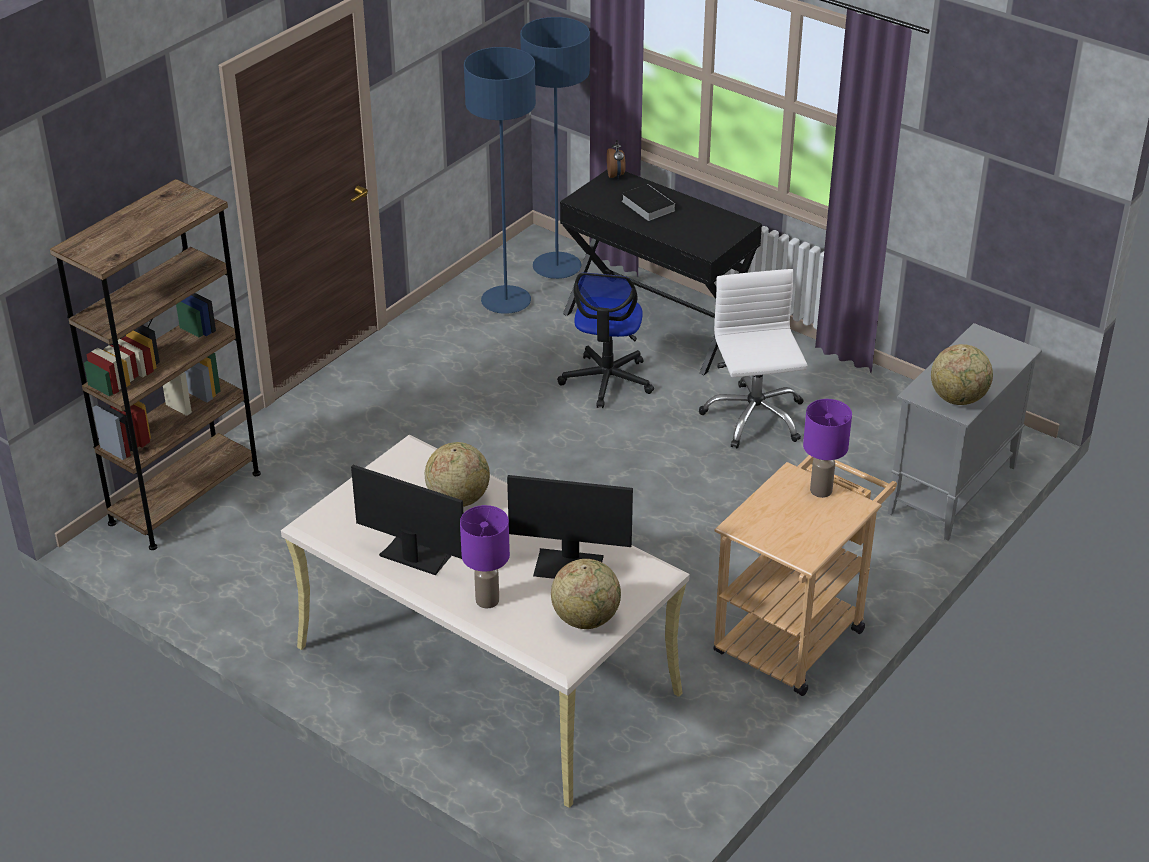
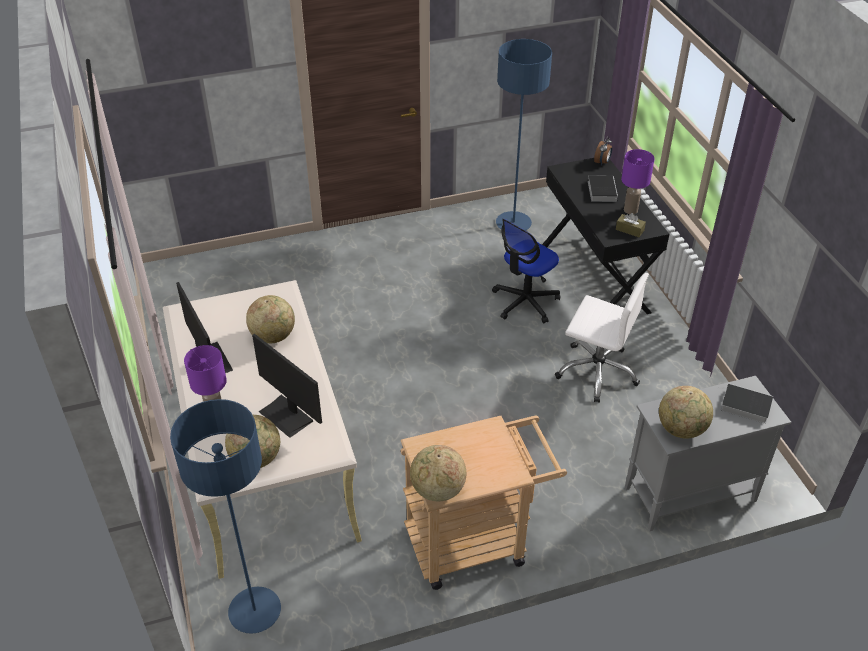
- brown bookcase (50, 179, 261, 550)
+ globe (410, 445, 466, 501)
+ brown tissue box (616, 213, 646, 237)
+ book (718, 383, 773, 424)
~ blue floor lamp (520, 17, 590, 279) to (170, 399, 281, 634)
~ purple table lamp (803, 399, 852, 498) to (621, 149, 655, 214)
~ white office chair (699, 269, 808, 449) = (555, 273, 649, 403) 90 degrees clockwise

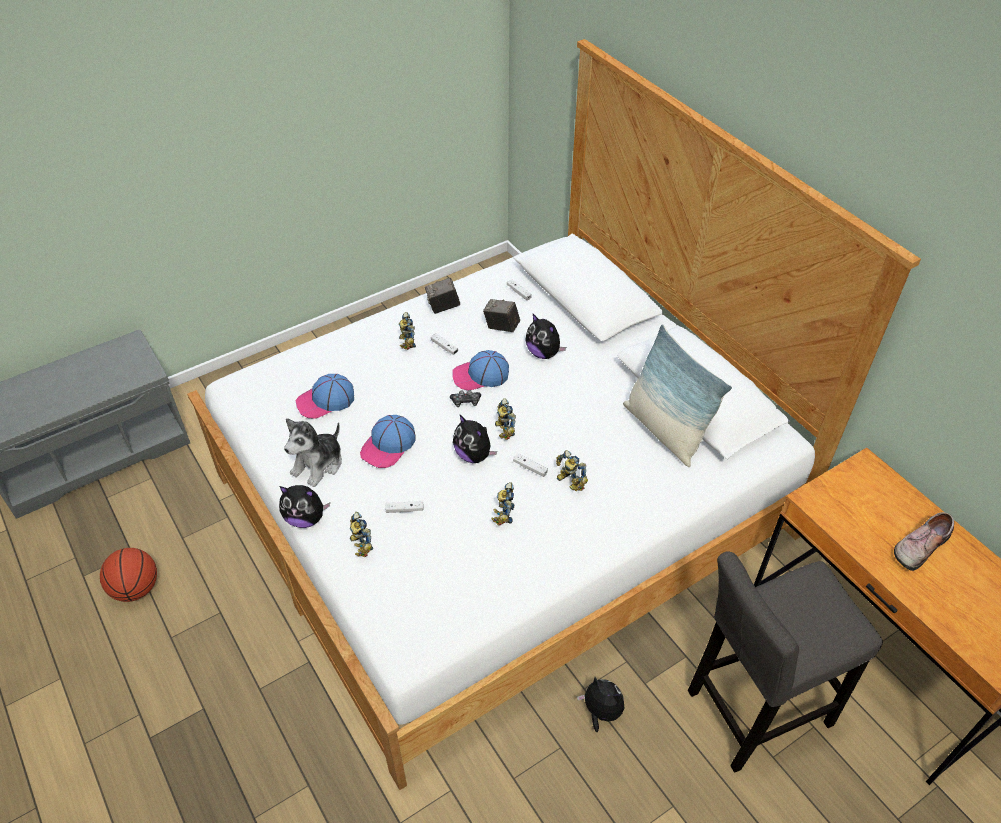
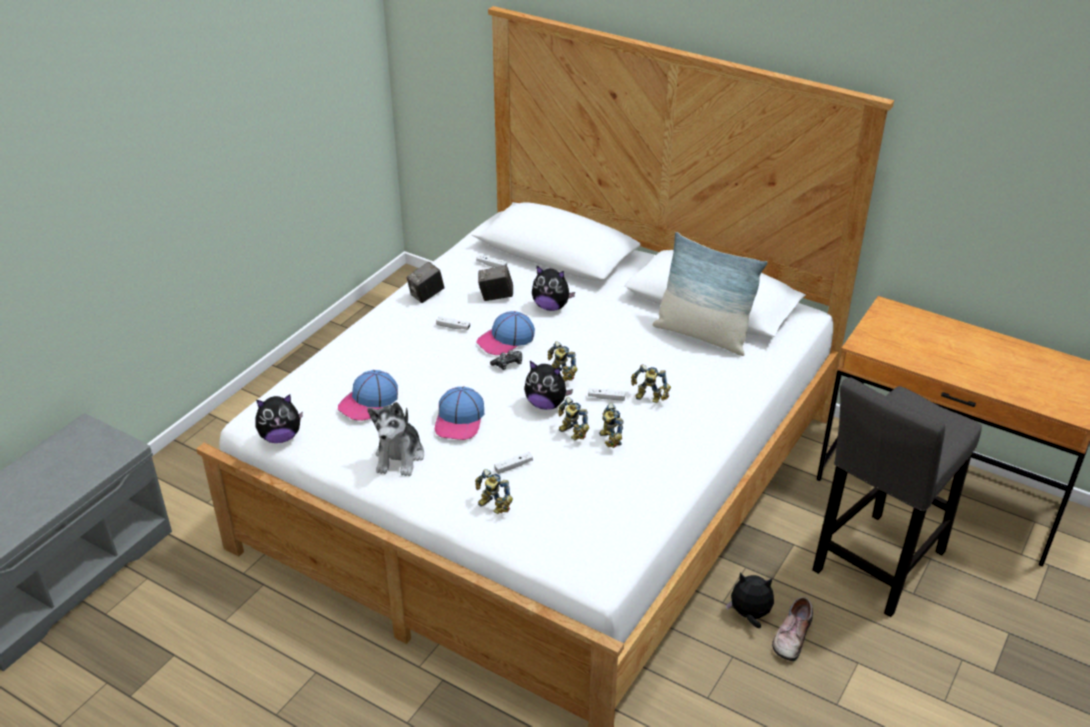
- basketball (100, 548, 157, 602)
~ plush toy (279, 485, 330, 528) to (255, 395, 303, 443)
~ toy robot (399, 312, 416, 350) to (558, 397, 589, 440)
~ shoe (894, 512, 954, 571) to (772, 597, 813, 661)

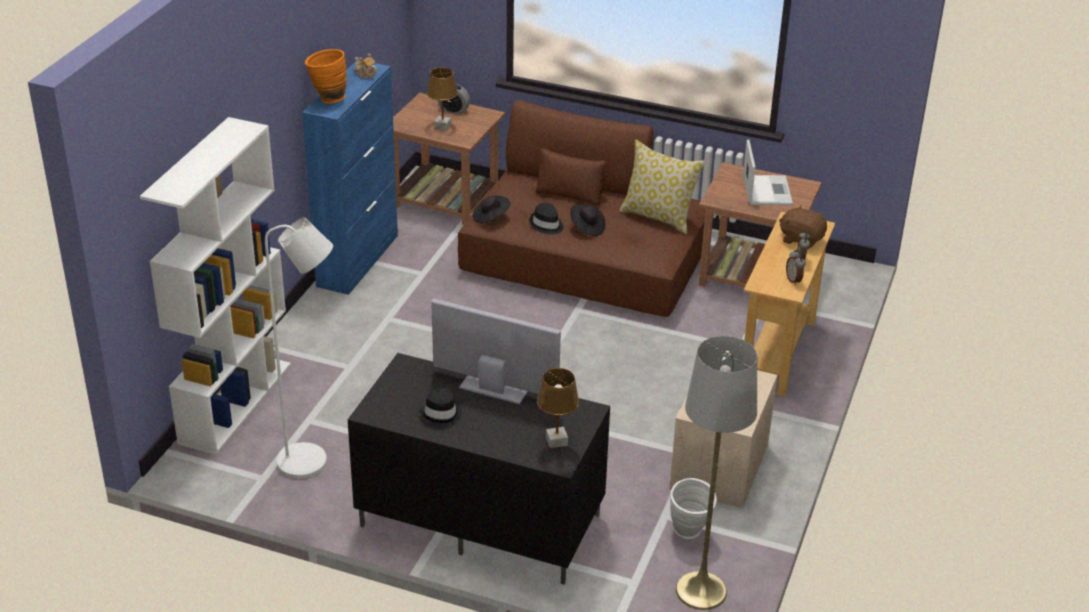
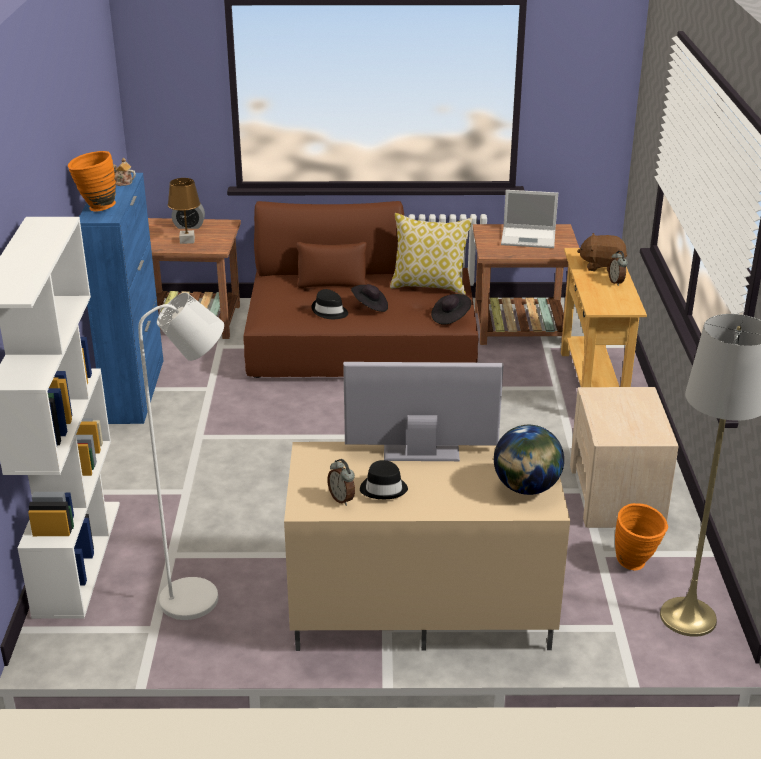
~ black hat (473, 196, 510, 224) to (431, 294, 472, 325)
~ alarm clock (786, 250, 805, 285) to (327, 459, 355, 506)
~ brown table lamp (537, 368, 579, 448) to globe (494, 425, 564, 495)
~ black tv stand (348, 353, 610, 584) to beige tv stand (284, 442, 570, 651)
~ white vase (670, 478, 717, 539) to orange vase (615, 503, 668, 571)
~ laptop (743, 139, 793, 206) = (501, 190, 558, 248) 120 degrees clockwise

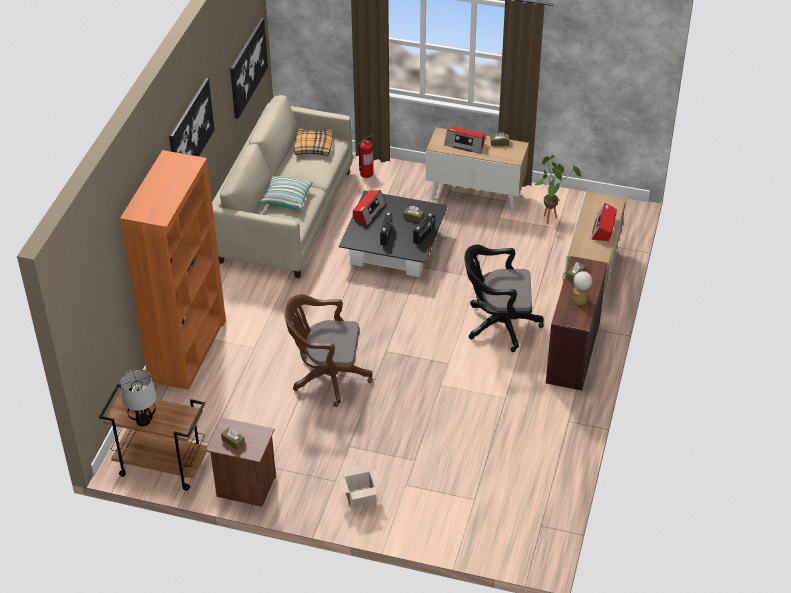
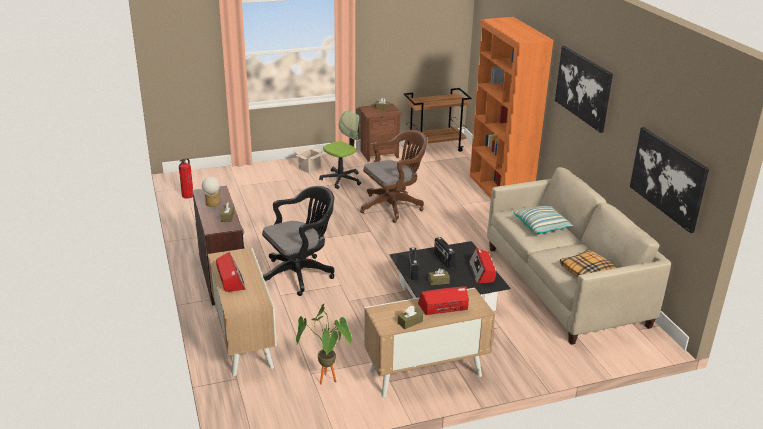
- table lamp (121, 369, 156, 426)
+ office chair (319, 110, 361, 189)
~ fire extinguisher (358, 134, 373, 178) to (179, 158, 193, 199)

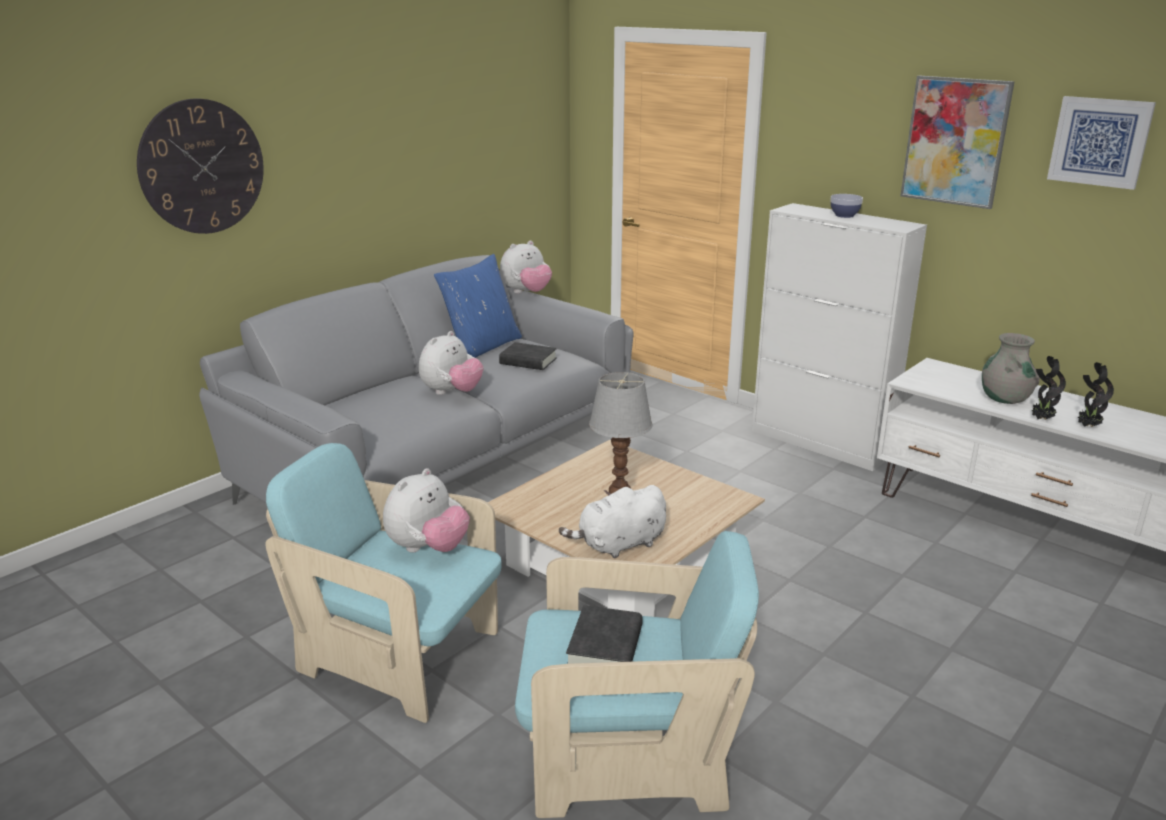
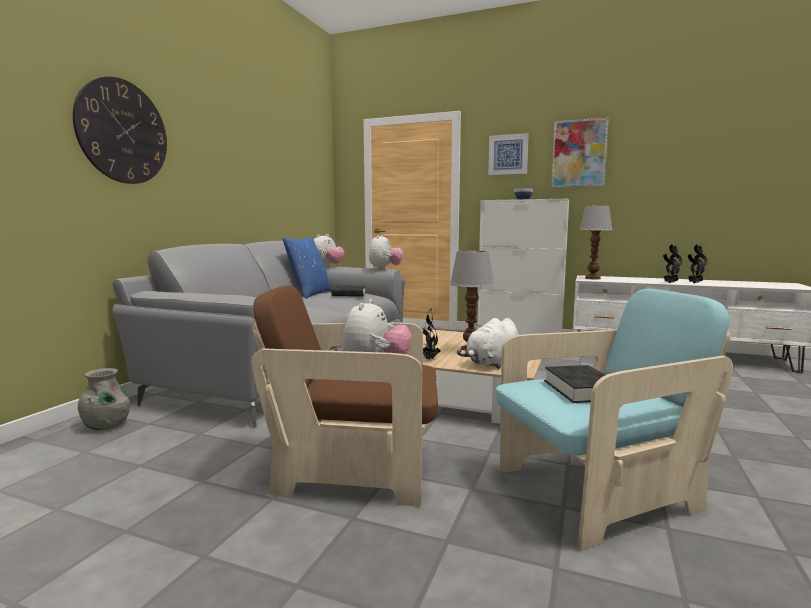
+ potted plant (423, 308, 441, 359)
+ table lamp (579, 206, 613, 279)
~ plush toy (419, 331, 483, 395) to (369, 235, 403, 269)
~ grey vase (982, 333, 1040, 404) to (78, 368, 131, 430)
~ picture (1047, 96, 1156, 190) to (488, 133, 529, 175)
~ turquoise armchair (265, 443, 502, 723) to brown armchair (252, 285, 438, 506)

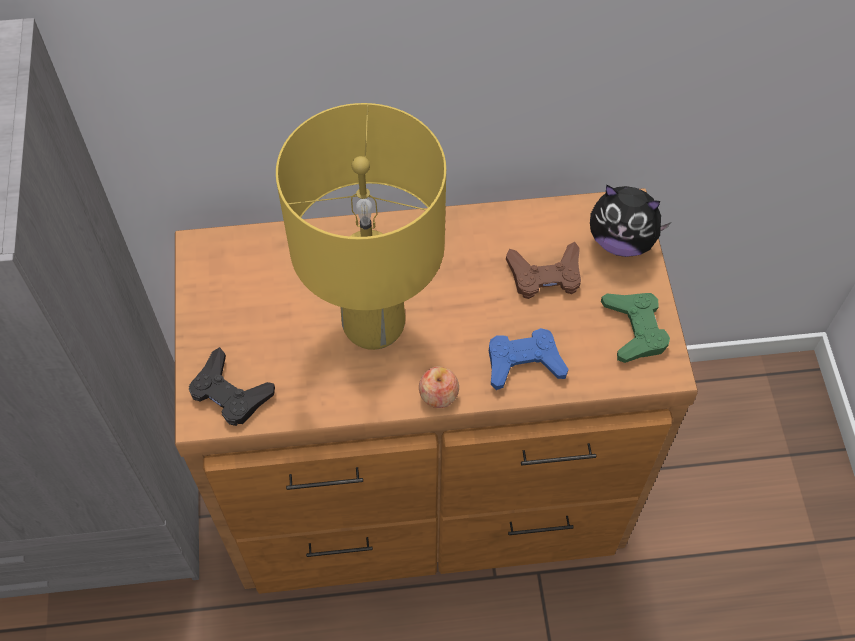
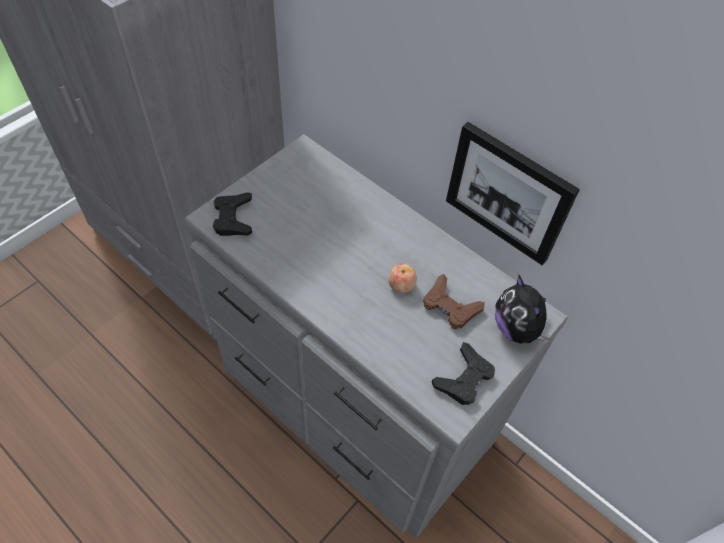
- yellow table lamp (276, 103, 446, 350)
- blue game controller (489, 328, 568, 390)
+ picture (446, 122, 580, 265)
~ apple (419, 366, 459, 408) to (388, 264, 417, 293)
~ brown dresser (175, 188, 698, 594) to grey dresser (185, 134, 568, 538)
~ green game controller (601, 293, 670, 363) to black game controller (432, 342, 495, 405)

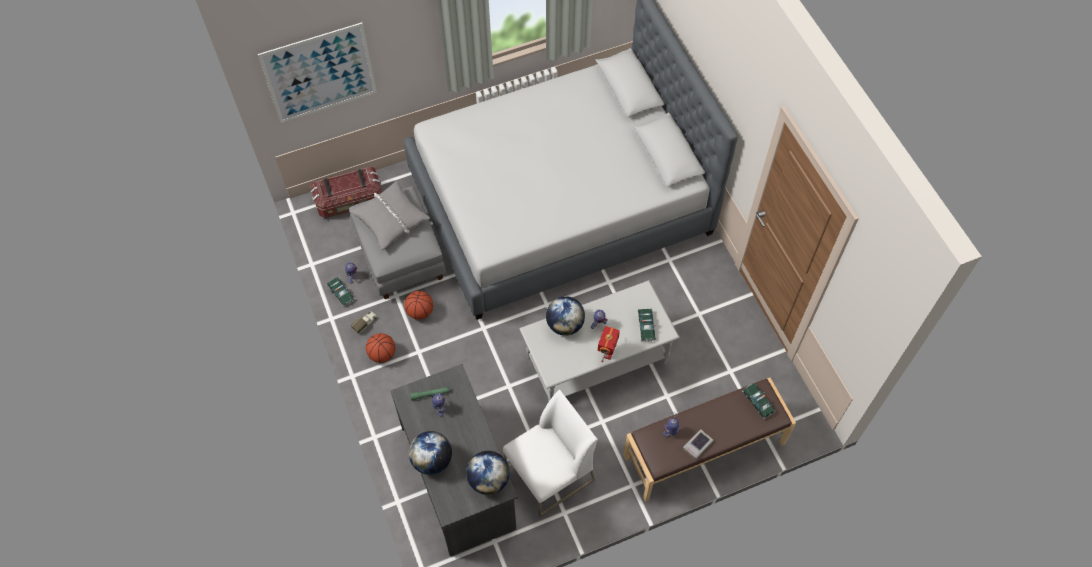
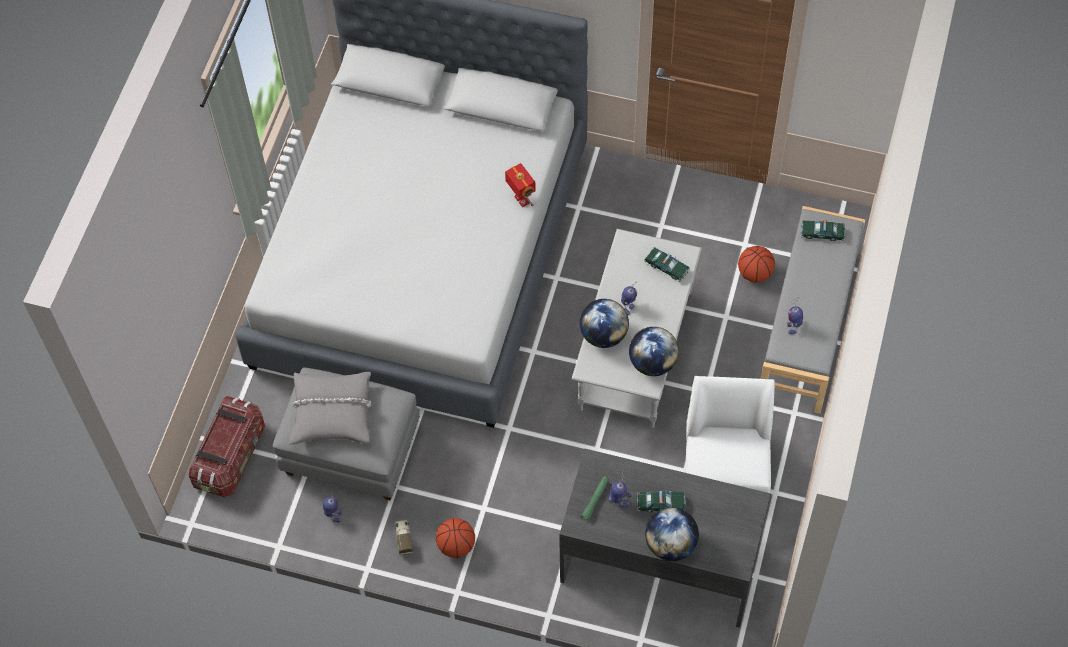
- picture (258, 22, 377, 123)
- book (683, 429, 714, 459)
~ toy car (327, 277, 355, 307) to (637, 490, 686, 512)
~ basketball (404, 291, 433, 320) to (738, 246, 775, 283)
~ globe (466, 451, 510, 495) to (629, 327, 679, 376)
~ toy robot (598, 326, 620, 362) to (505, 163, 536, 207)
~ brown bench (623, 378, 796, 502) to grey bench (761, 206, 865, 414)

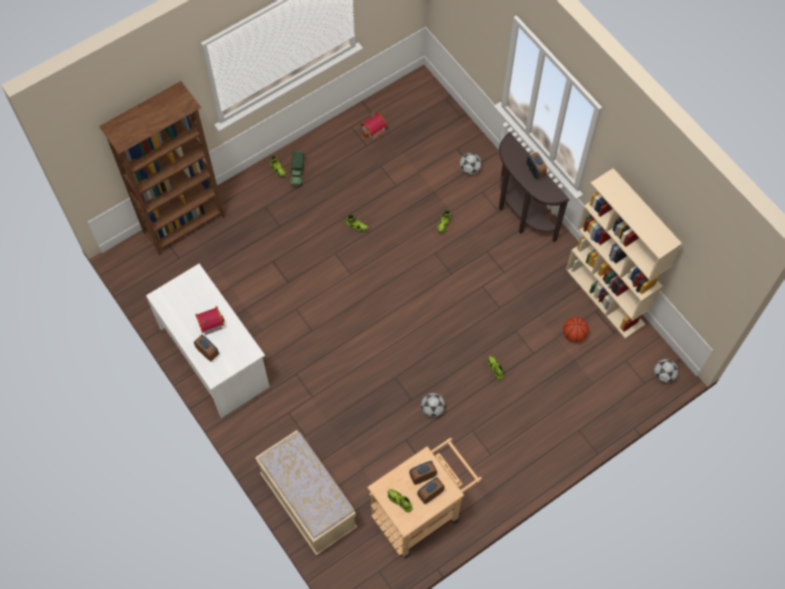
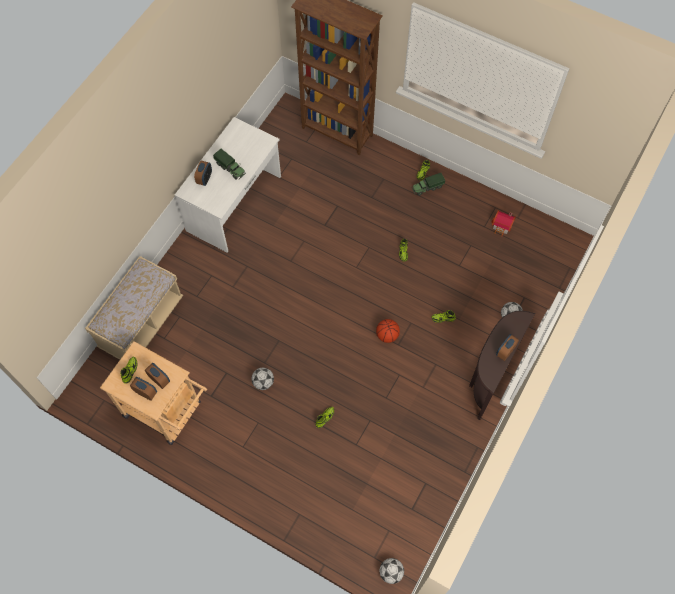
- beige bookcase (566, 168, 682, 338)
~ basketball (563, 317, 589, 342) to (376, 319, 400, 343)
~ toy house (195, 306, 225, 335) to toy truck (213, 149, 246, 180)

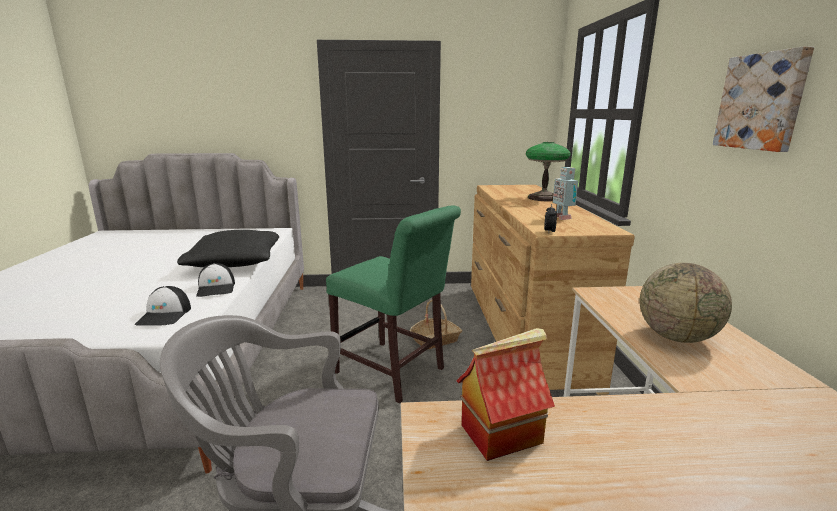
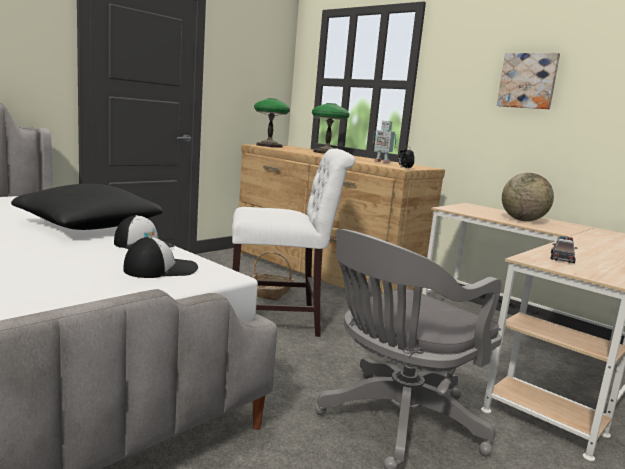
+ table lamp (254, 98, 290, 148)
~ toy house (457, 328, 555, 461) to toy car (550, 236, 577, 263)
~ green chair (326, 205, 461, 403) to white chair (232, 148, 355, 337)
~ cap (135, 286, 191, 326) = (123, 237, 198, 278) 75 degrees counterclockwise

